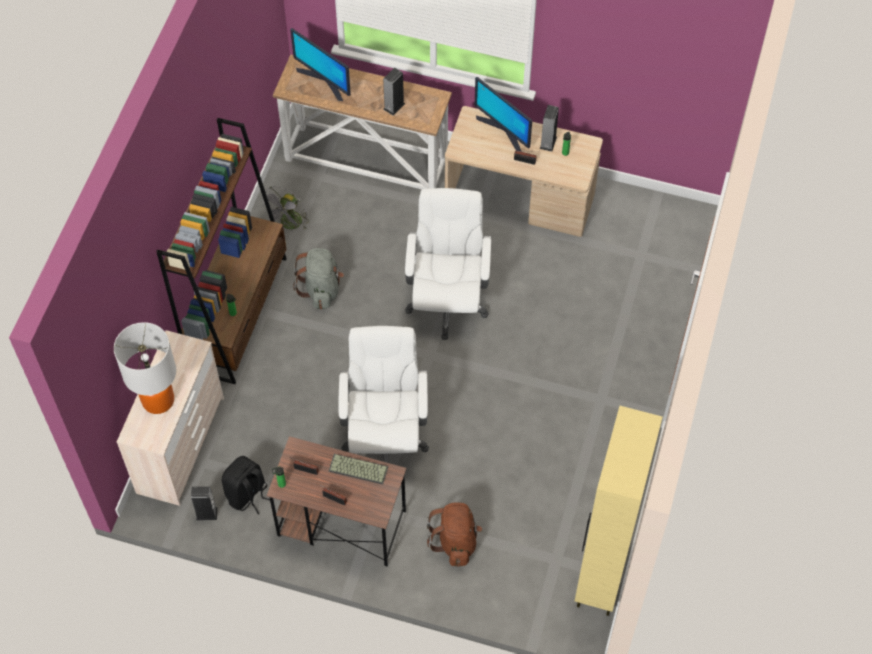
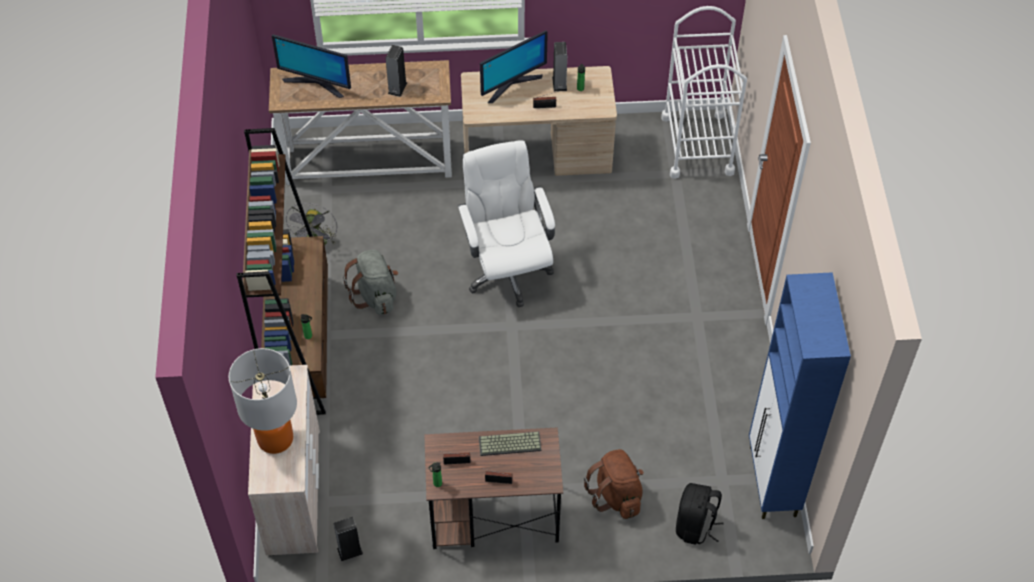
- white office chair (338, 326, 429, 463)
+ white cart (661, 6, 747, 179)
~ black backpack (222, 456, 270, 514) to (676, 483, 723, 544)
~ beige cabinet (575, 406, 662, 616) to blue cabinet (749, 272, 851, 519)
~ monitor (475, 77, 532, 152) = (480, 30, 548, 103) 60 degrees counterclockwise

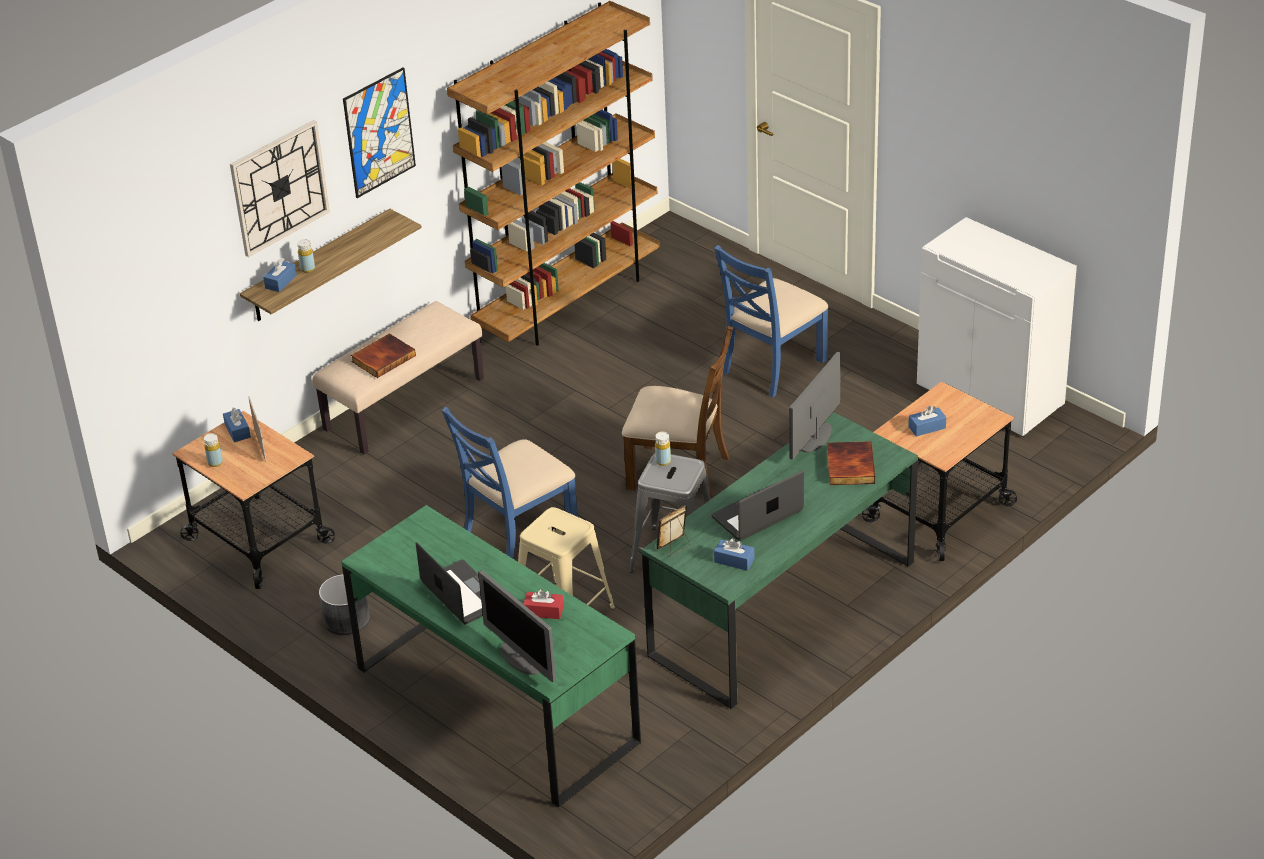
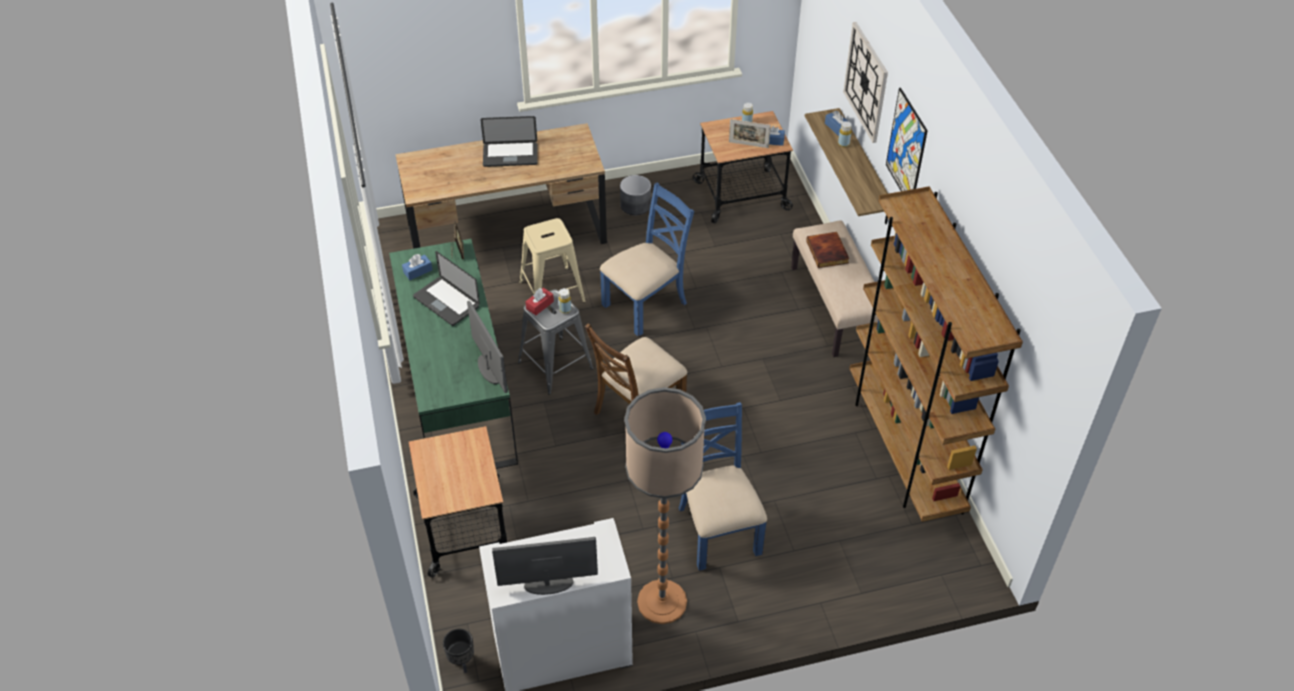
- book (827, 441, 876, 485)
- blue tissue box (908, 406, 946, 437)
+ black planter (443, 629, 474, 673)
+ floor lamp (624, 387, 706, 624)
~ monitor (478, 570, 556, 682) to (492, 537, 598, 595)
~ red tissue box (523, 589, 564, 619) to (525, 288, 554, 315)
~ green desk (341, 505, 641, 808) to brown desk (395, 123, 607, 249)
~ blue chair (442, 406, 578, 559) = (600, 183, 694, 337) 60 degrees clockwise
~ laptop (712, 471, 804, 541) = (413, 251, 480, 326) 135 degrees clockwise

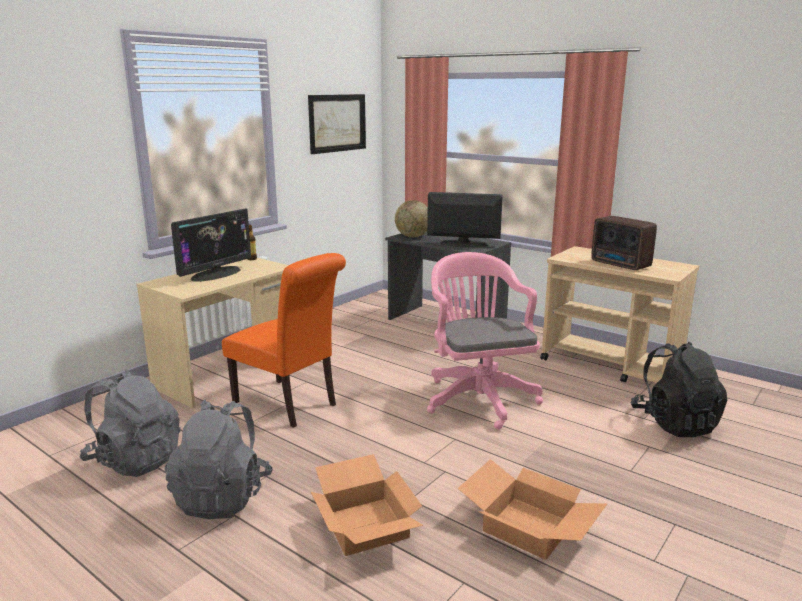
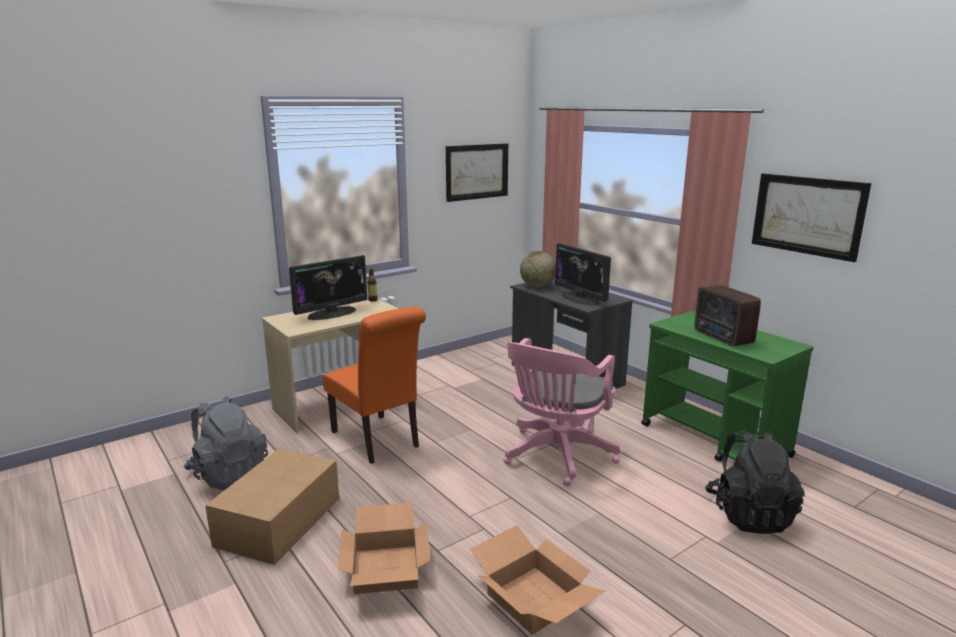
+ picture (752, 173, 871, 262)
~ grey backpack (165, 400, 273, 519) to cardboard box (205, 449, 339, 565)
~ beige cart (540, 246, 699, 383) to green cart (641, 311, 814, 462)
~ monitor (427, 192, 503, 248) = (555, 243, 611, 306) 150 degrees counterclockwise
~ pink office chair (427, 252, 543, 429) = (503, 338, 620, 486) 150 degrees counterclockwise

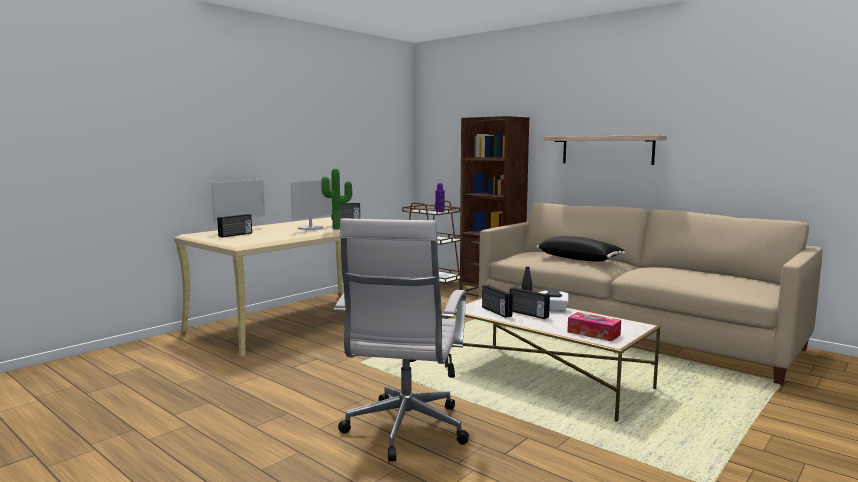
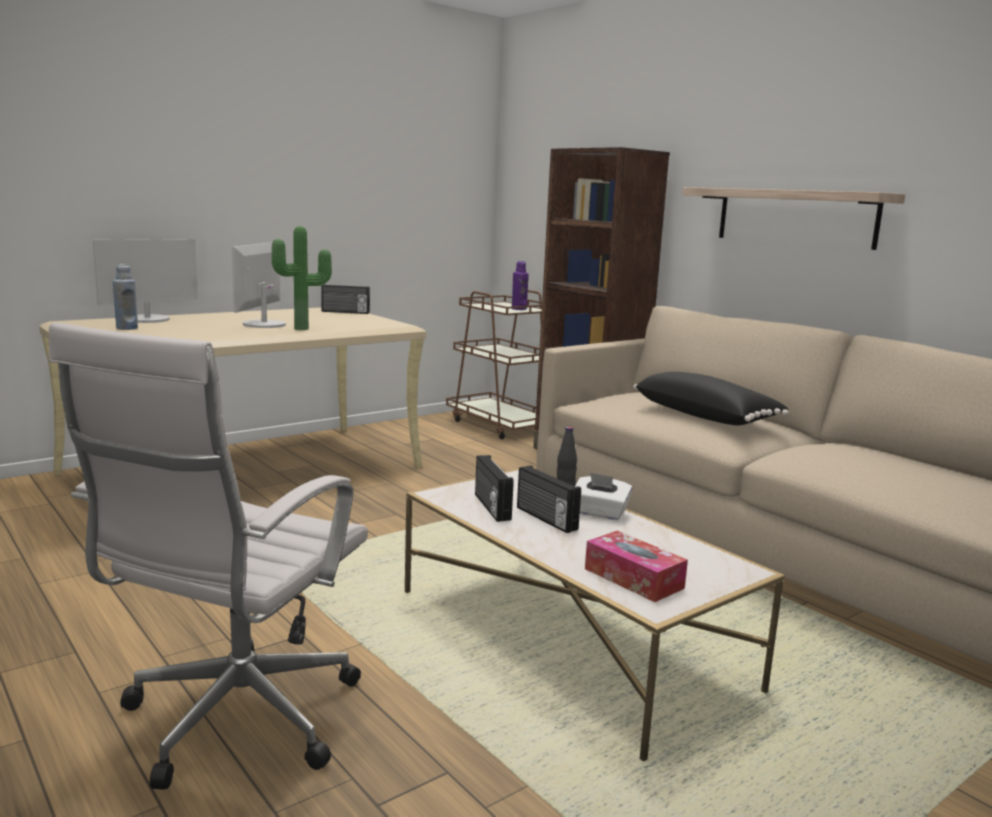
~ radio (217, 214, 252, 237) to blue bottle (113, 264, 138, 330)
~ monitor (290, 179, 332, 230) = (232, 242, 286, 328) 150 degrees clockwise

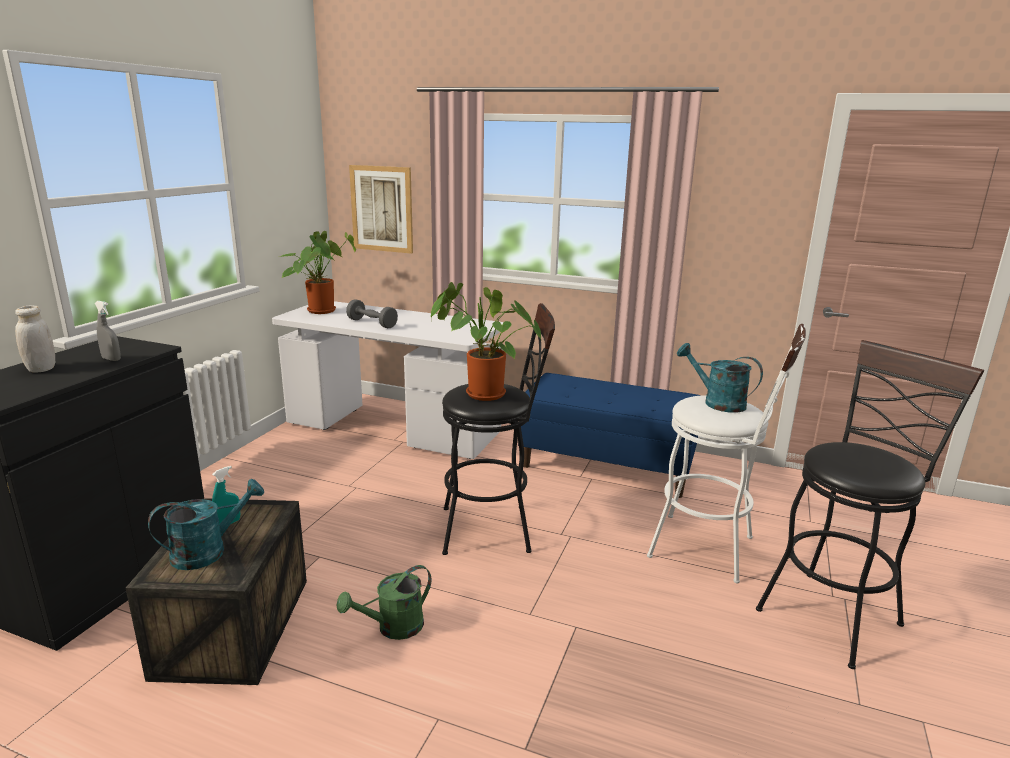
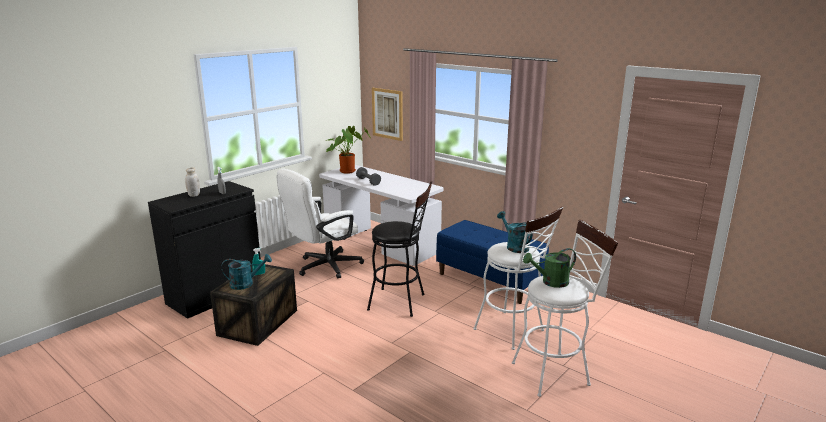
- potted plant (431, 282, 541, 401)
+ white office chair (276, 168, 364, 279)
~ green watering can (337, 565, 431, 640) to (523, 248, 576, 288)
~ black stool (756, 340, 984, 669) to white stool (512, 220, 618, 397)

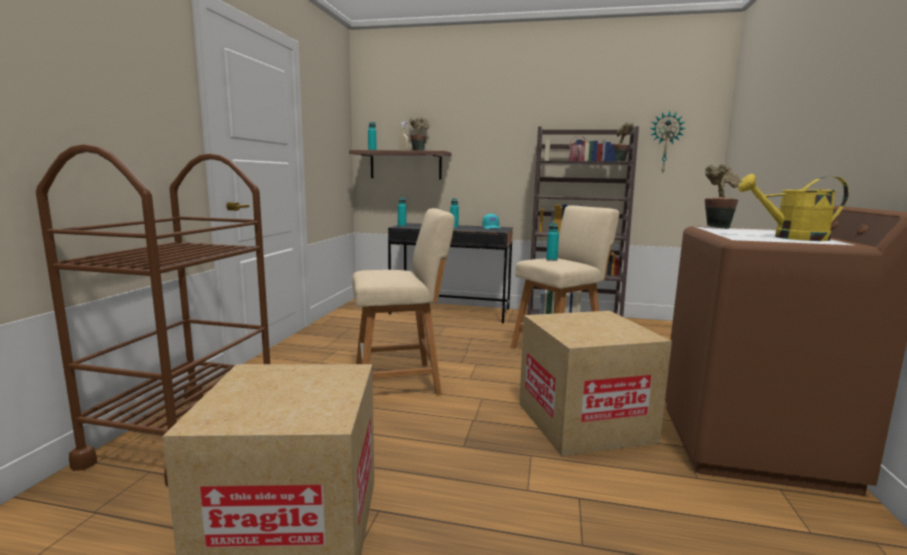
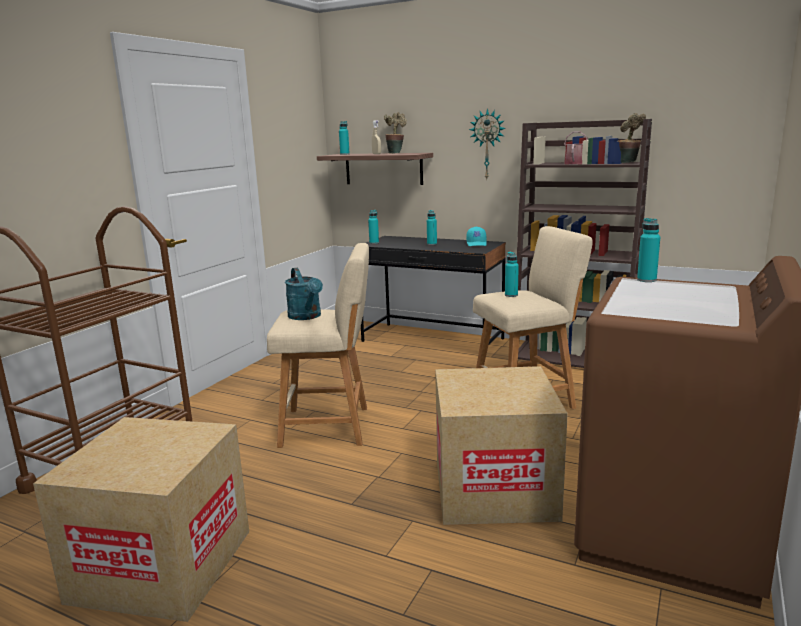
- yellow watering can (738, 174, 849, 241)
+ turquoise watering can (285, 268, 323, 320)
~ wall clock (650, 111, 686, 172) to (469, 108, 506, 179)
~ potted plant (705, 164, 741, 229) to turquoise bottle (637, 218, 660, 282)

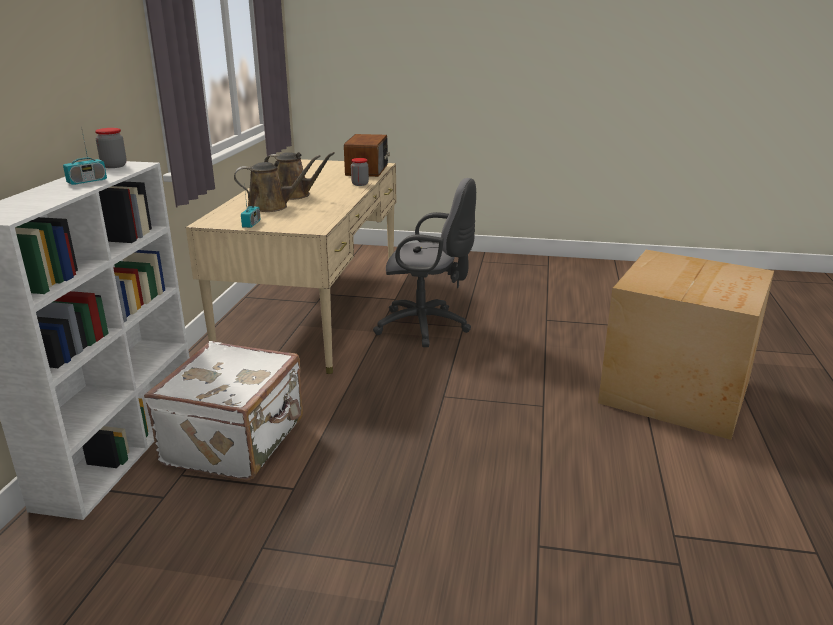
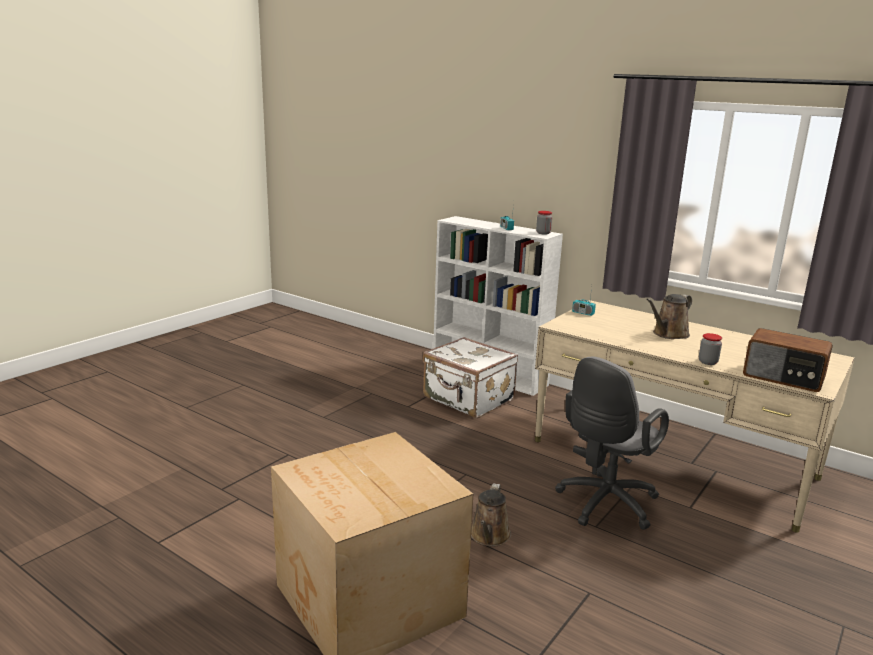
~ brown watering can (234, 155, 321, 212) to (471, 483, 511, 547)

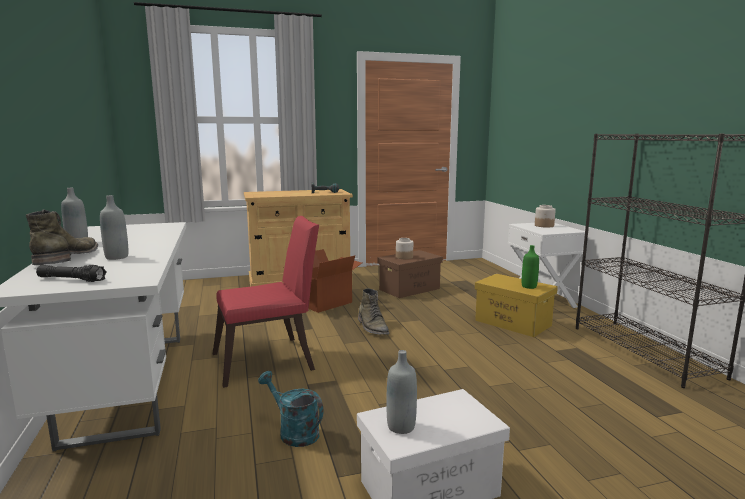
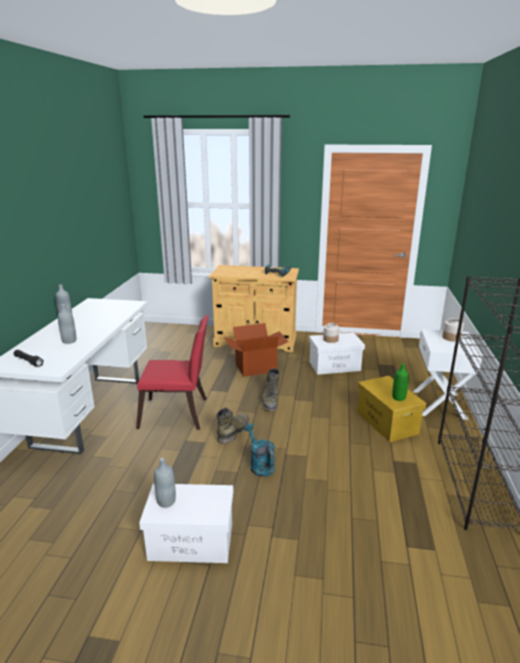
~ green boot (26, 209, 98, 265) to (217, 407, 249, 444)
~ turquoise watering can (258, 371, 324, 447) to (244, 423, 275, 477)
~ brown storage box (378, 250, 443, 298) to white storage box (309, 333, 365, 375)

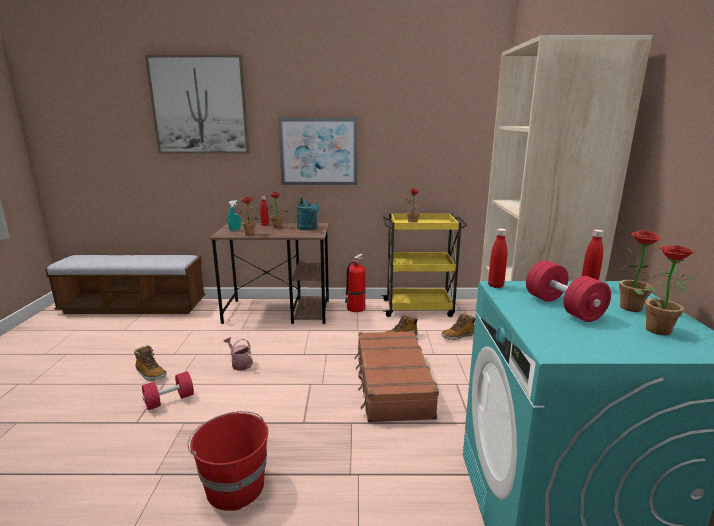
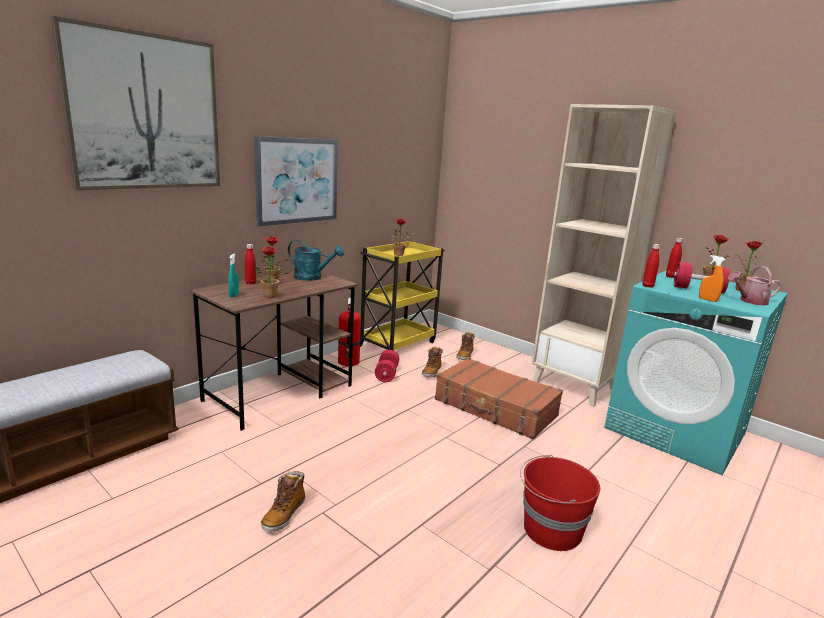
+ orange spray bottle (699, 255, 725, 302)
~ red dumbbell (142, 371, 194, 410) to (375, 350, 399, 382)
~ watering can (224, 337, 253, 371) to (728, 266, 781, 306)
~ boot (134, 345, 167, 381) = (261, 471, 305, 532) 120 degrees clockwise

